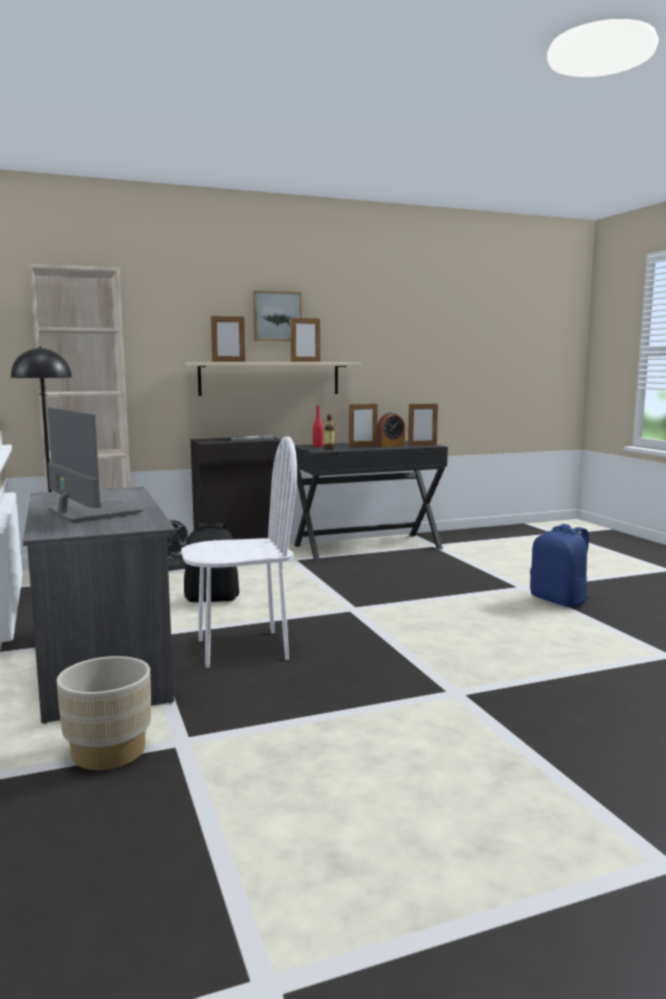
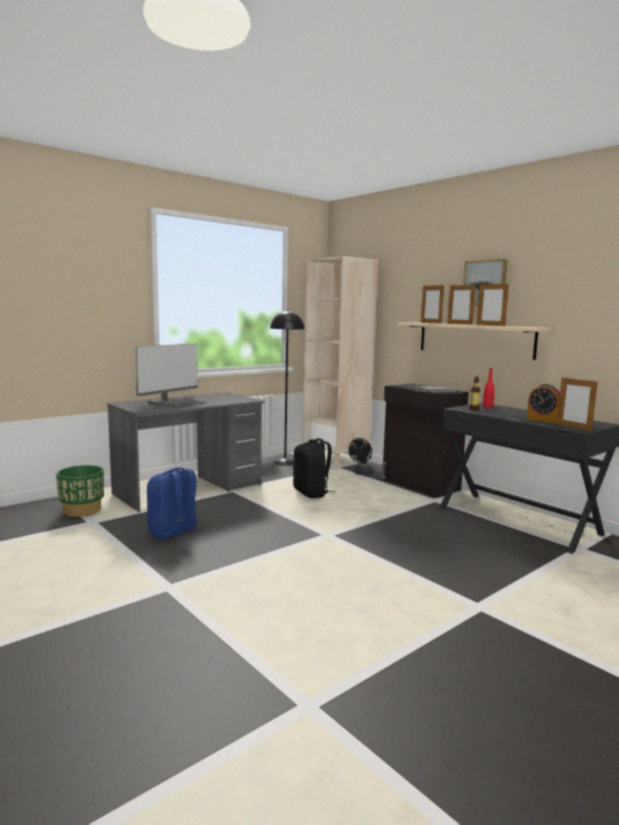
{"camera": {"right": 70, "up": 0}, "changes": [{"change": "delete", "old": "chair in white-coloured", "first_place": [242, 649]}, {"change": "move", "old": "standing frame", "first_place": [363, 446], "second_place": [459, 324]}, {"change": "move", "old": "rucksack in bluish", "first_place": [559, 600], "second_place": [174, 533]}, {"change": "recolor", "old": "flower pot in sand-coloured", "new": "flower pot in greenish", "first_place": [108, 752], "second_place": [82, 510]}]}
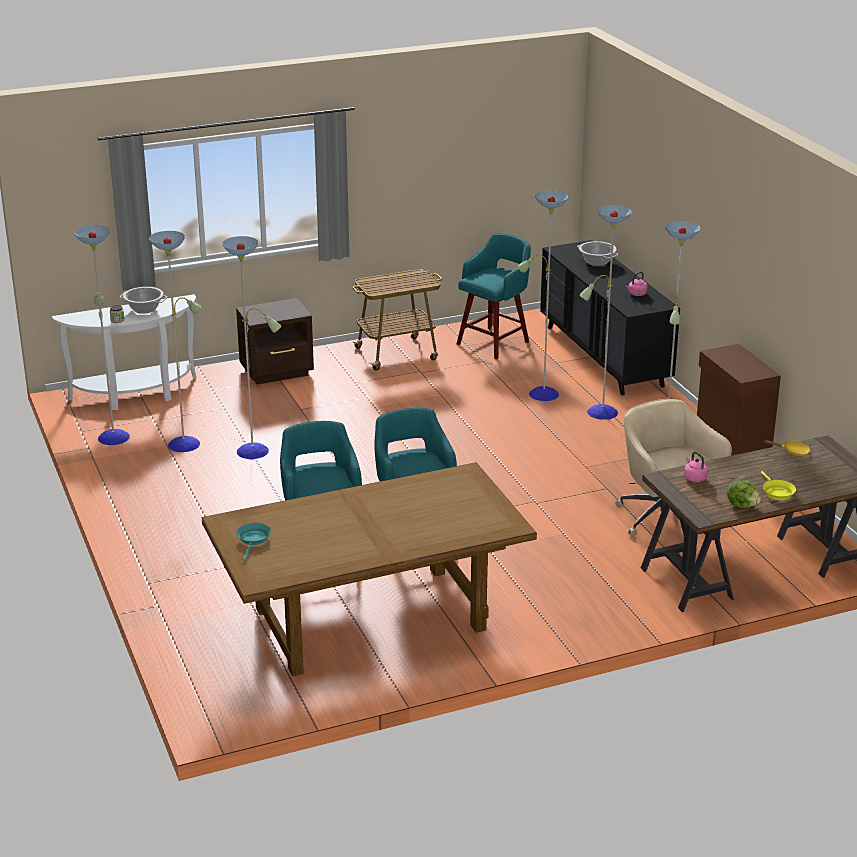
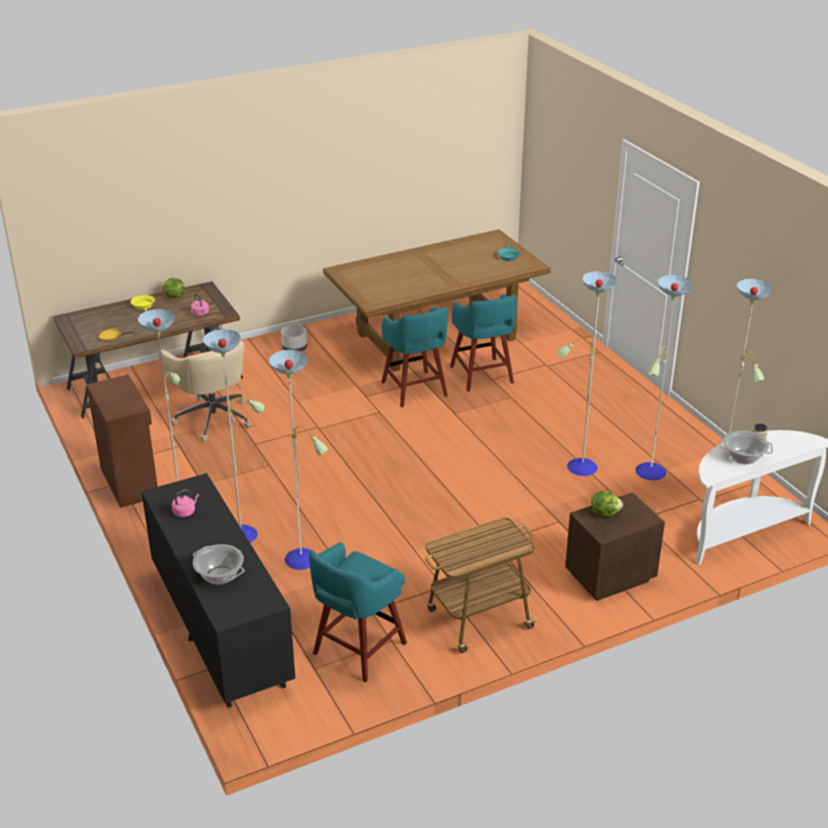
{"camera": {"right": 175, "up": 5}, "changes": [{"change": "insert", "new": "flower pot in grey", "second_place": [294, 348]}, {"change": "insert", "new": "lettuce", "second_place": [604, 513]}]}
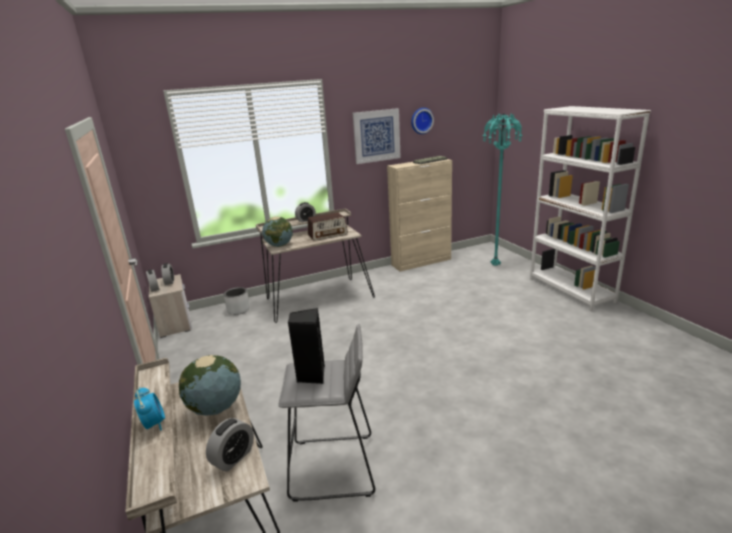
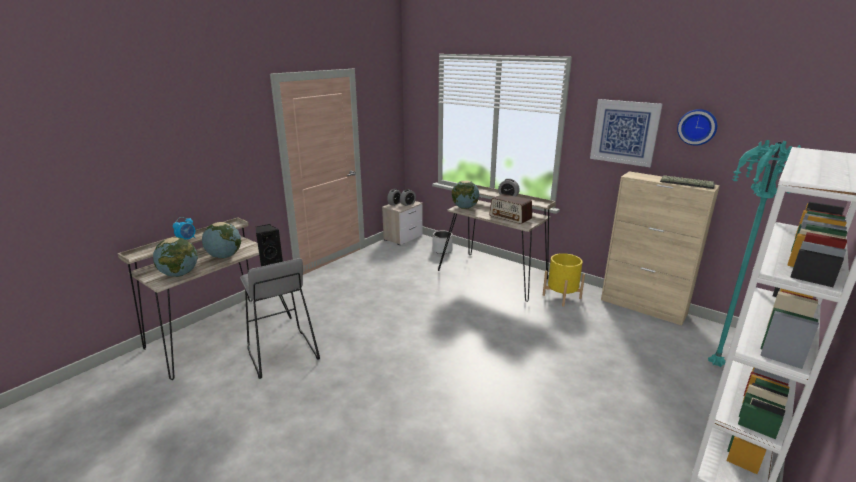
{"camera": {"right": 60, "up": 0}, "changes": [{"change": "insert", "new": "flower pot in yellow", "second_place": [561, 296]}, {"change": "replace", "old": "bedside clock", "new": "desk globe", "first_place": [233, 458], "second_place": [179, 274]}]}
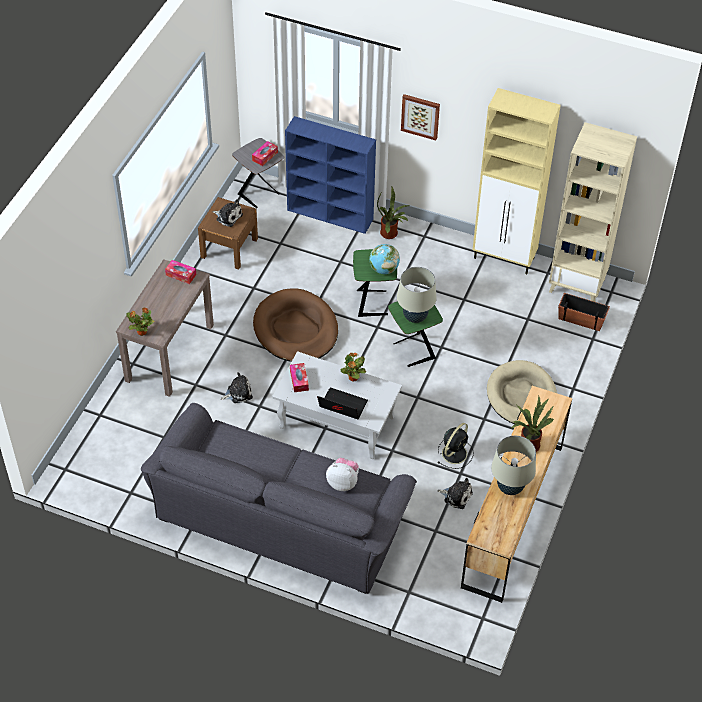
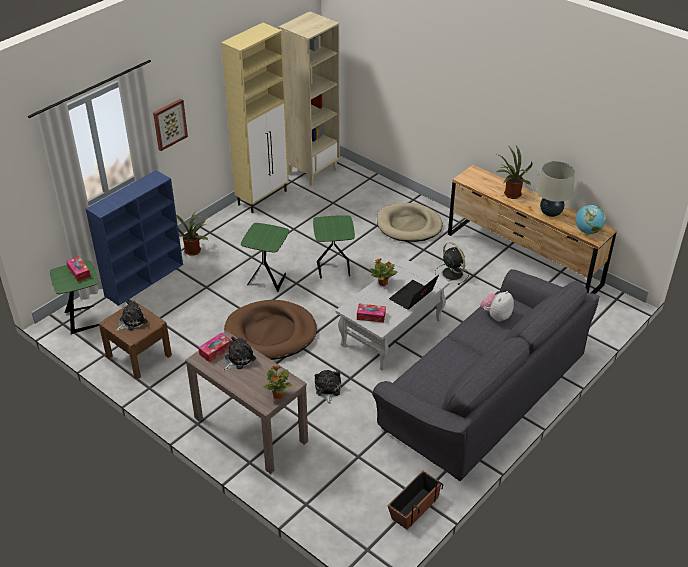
{"camera": {"right": -70, "up": -10}, "changes": [{"change": "delete", "old": "table lamp in sand-coloured", "first_place": [415, 317]}, {"change": "move", "old": "desk globe", "first_place": [384, 269], "second_place": [587, 231]}, {"change": "move", "old": "plush toy", "first_place": [456, 496], "second_place": [238, 359]}, {"change": "move", "old": "flower pot", "first_place": [581, 319], "second_place": [414, 508]}, {"change": "recolor", "old": "side table in grey", "new": "side table in greenish", "first_place": [260, 194], "second_place": [83, 319]}]}
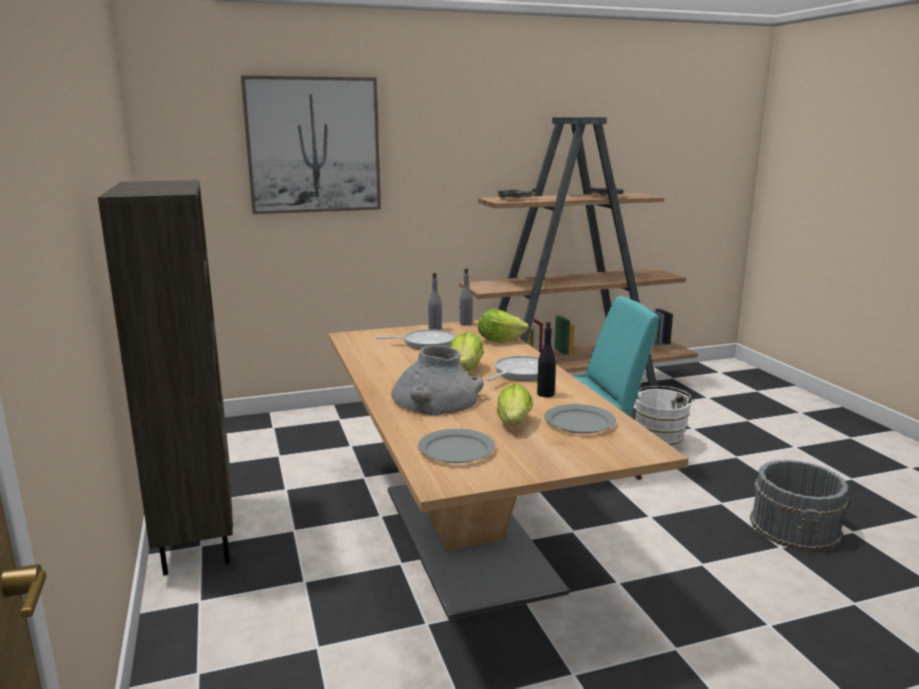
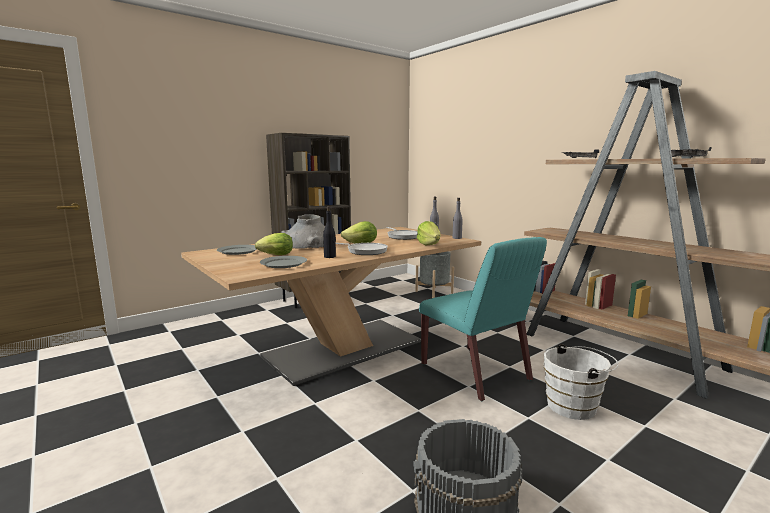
{"camera": {"right": 70, "up": -5}, "changes": [{"change": "delete", "old": "wall picture", "first_place": [313, 145]}, {"change": "insert", "new": "flower pot in grey", "second_place": [434, 292]}]}
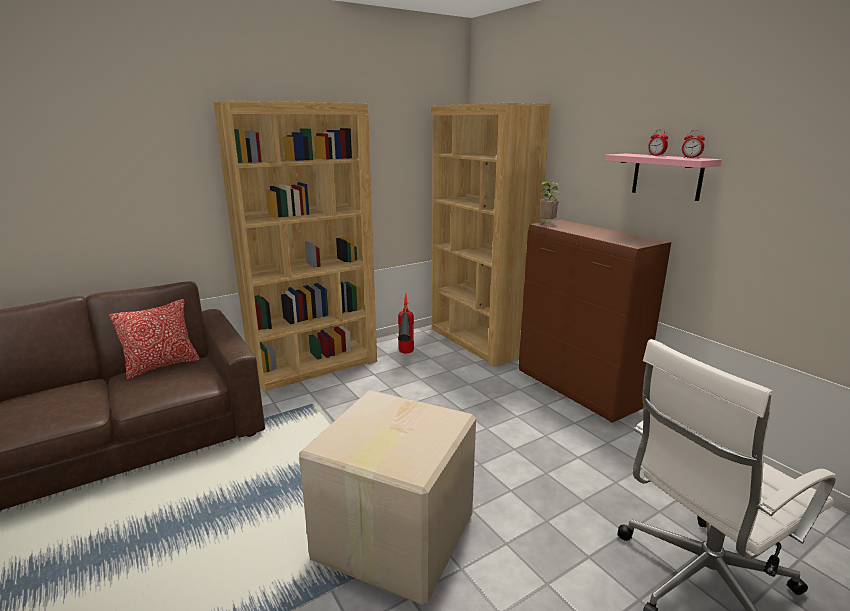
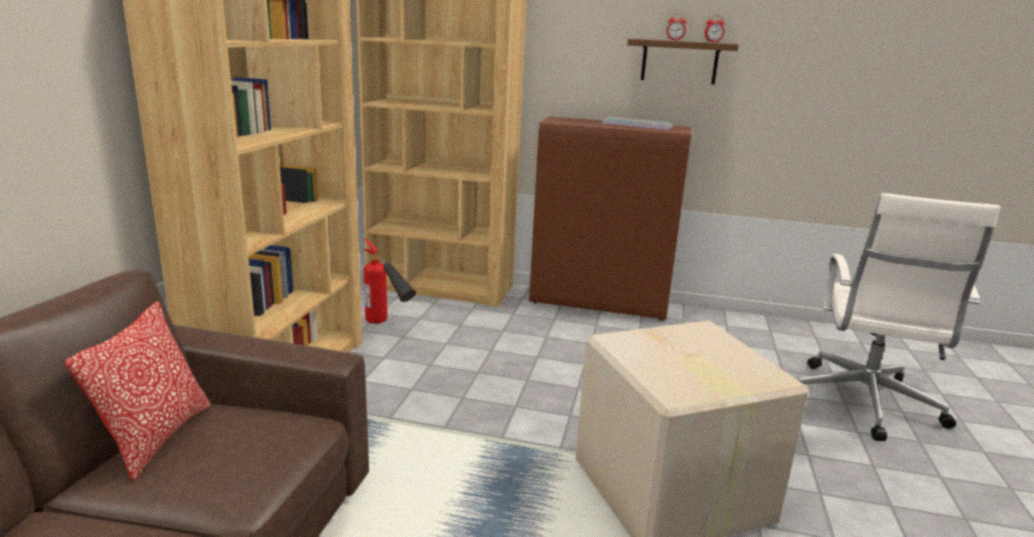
{"camera": {"right": -45, "up": 0}, "changes": [{"change": "delete", "old": "plant in a pot", "first_place": [546, 224]}, {"change": "insert", "new": "keyboard", "second_place": [638, 125]}, {"change": "recolor", "old": "wall shelf in pink-coloured", "new": "wall shelf in brownish", "first_place": [667, 176], "second_place": [679, 61]}]}
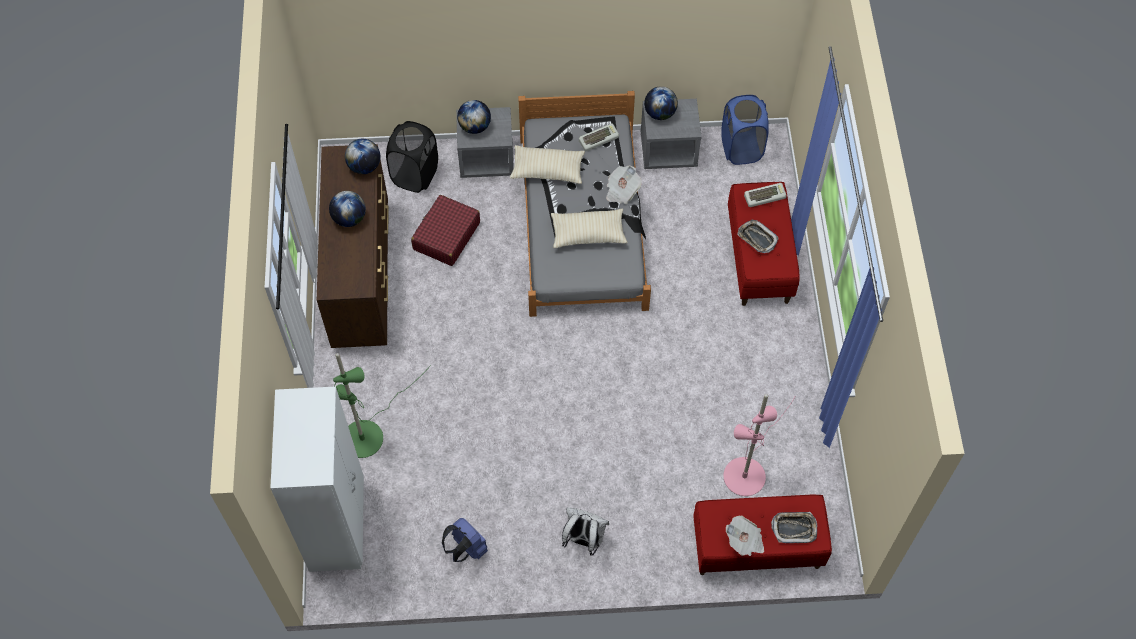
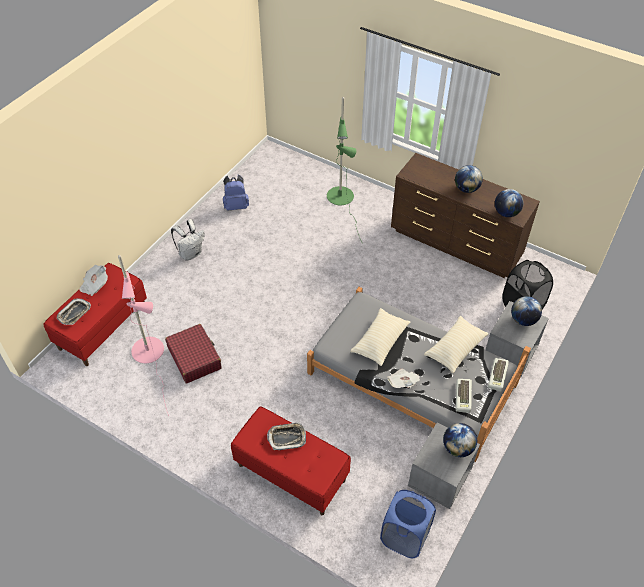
{"camera": {"right": 125, "up": -10}, "changes": [{"change": "delete", "old": "clothes cupboard in white-coloured", "first_place": [338, 524]}, {"change": "move", "old": "suitcase in red-coloured", "first_place": [446, 236], "second_place": [194, 358]}, {"change": "move", "old": "keyboard", "first_place": [764, 196], "second_place": [498, 376]}]}
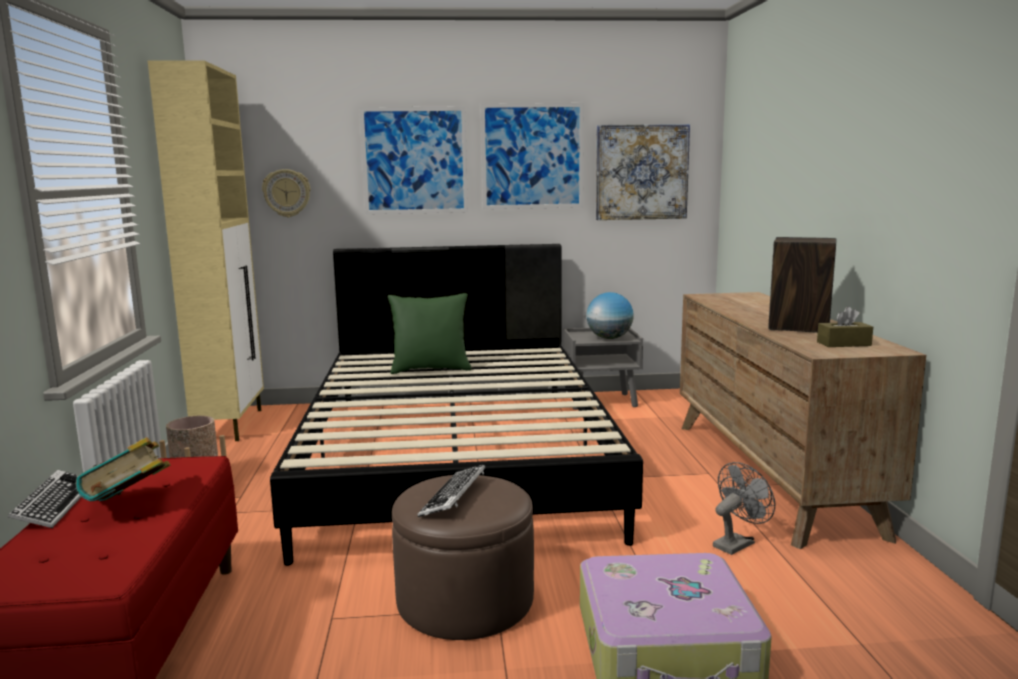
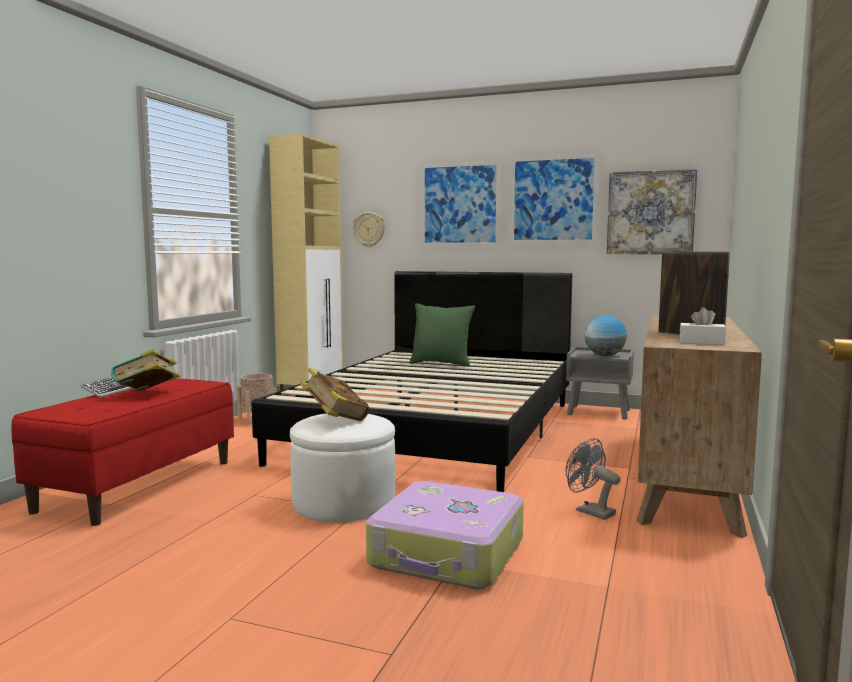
{"camera": {"right": 25, "up": -5}, "changes": [{"change": "replace", "old": "keyboard", "new": "book", "first_place": [454, 497], "second_place": [335, 420]}, {"change": "recolor", "old": "ottoman in brownish", "new": "ottoman in white-coloured", "first_place": [465, 600], "second_place": [344, 502]}, {"change": "recolor", "old": "tissue box in brownish", "new": "tissue box in white-coloured", "first_place": [843, 344], "second_place": [701, 342]}, {"change": "rotate", "old": "fan in grey", "first_place": [737, 543], "second_place": [589, 511], "degrees": -120}]}
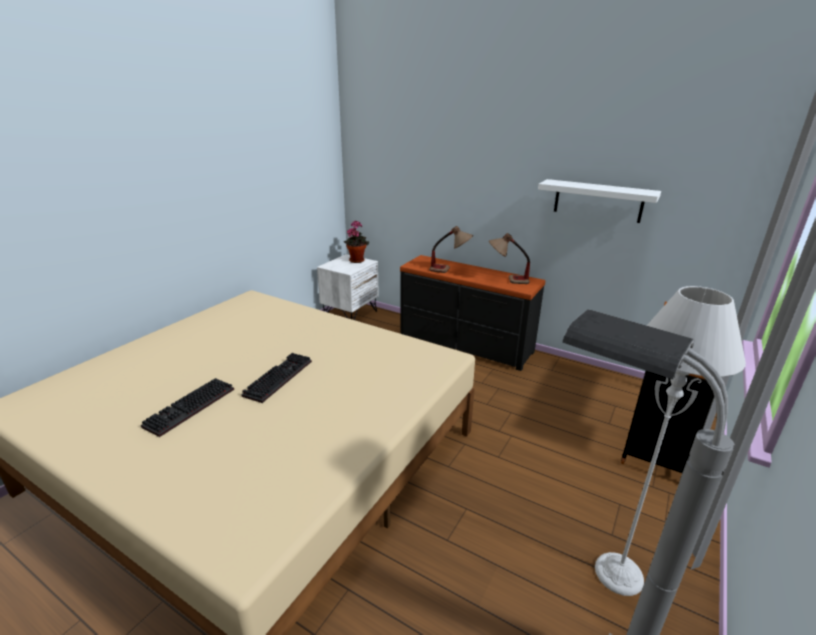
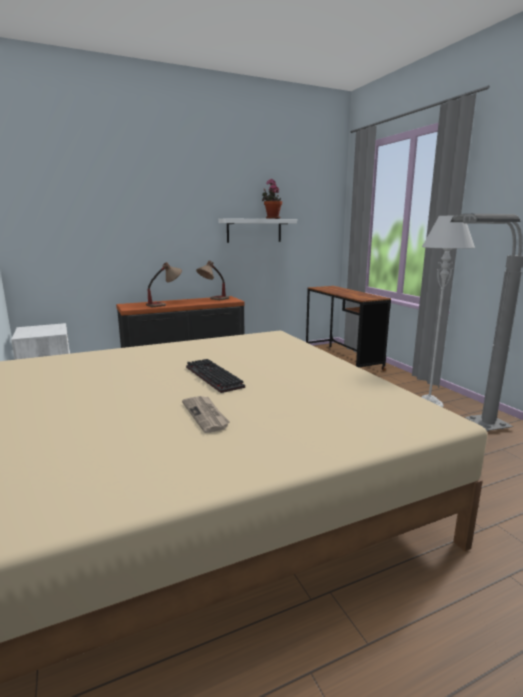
{"camera": {"right": -55, "up": -10}, "changes": [{"change": "move", "old": "plant in a pot", "first_place": [357, 260], "second_place": [271, 218]}, {"change": "replace", "old": "keyboard", "new": "daily paper", "first_place": [190, 409], "second_place": [206, 415]}]}
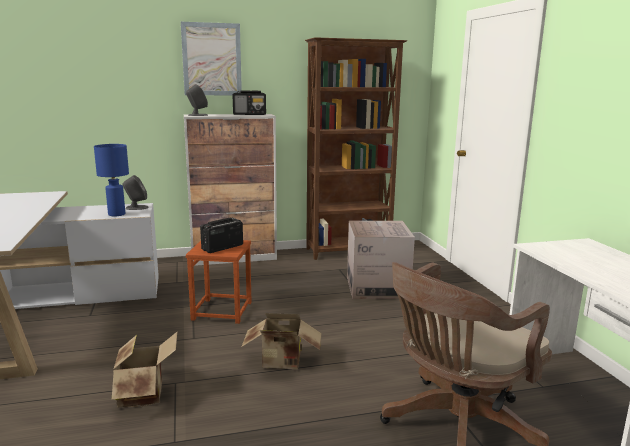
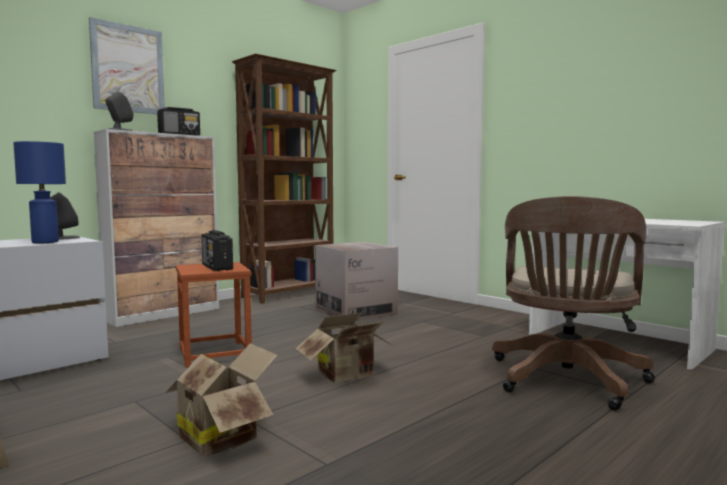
{"camera": {"right": -30, "up": -10}, "changes": [{"change": "rotate", "old": "radio", "first_place": [222, 247], "second_place": [217, 267], "degrees": -45}]}
